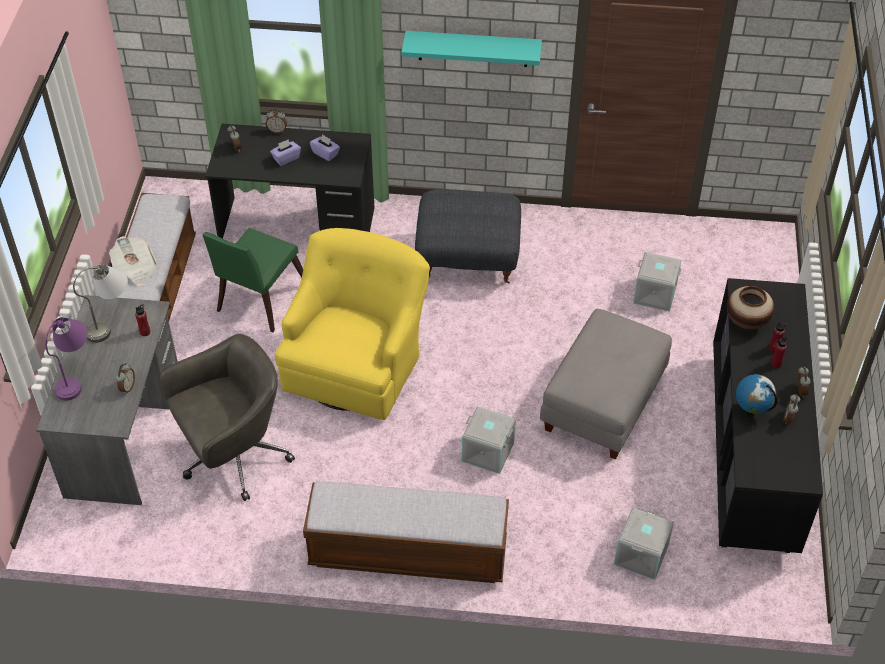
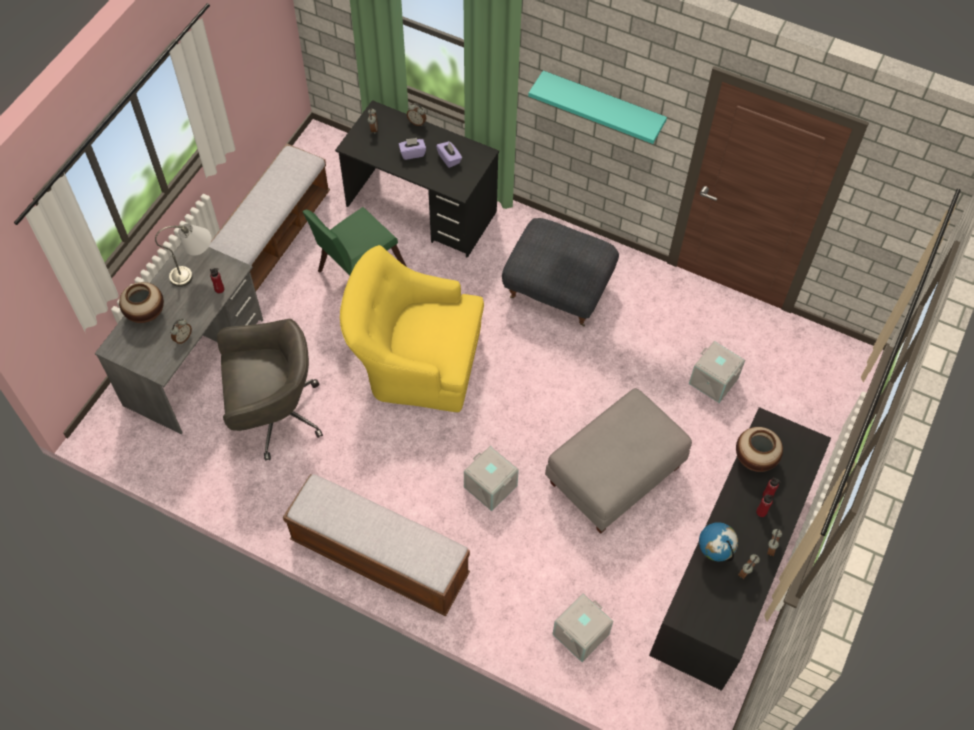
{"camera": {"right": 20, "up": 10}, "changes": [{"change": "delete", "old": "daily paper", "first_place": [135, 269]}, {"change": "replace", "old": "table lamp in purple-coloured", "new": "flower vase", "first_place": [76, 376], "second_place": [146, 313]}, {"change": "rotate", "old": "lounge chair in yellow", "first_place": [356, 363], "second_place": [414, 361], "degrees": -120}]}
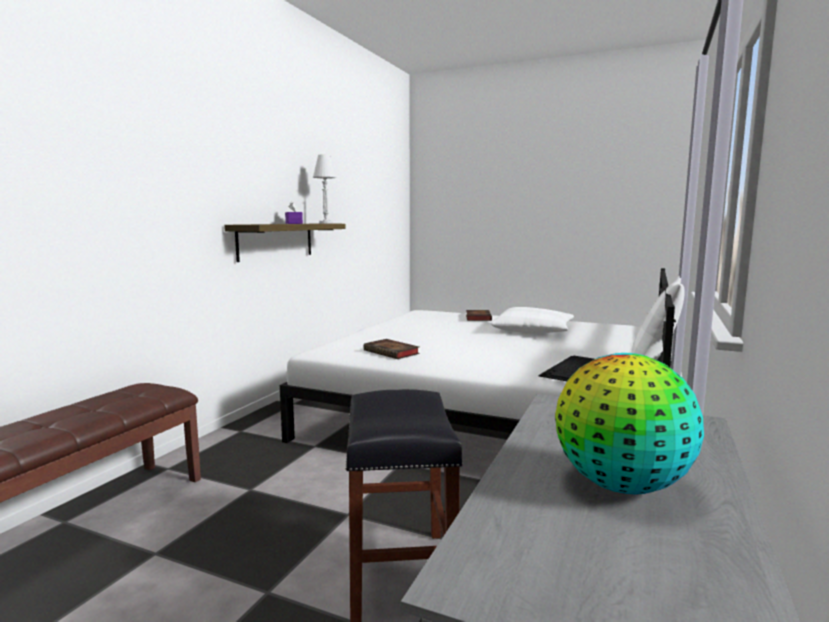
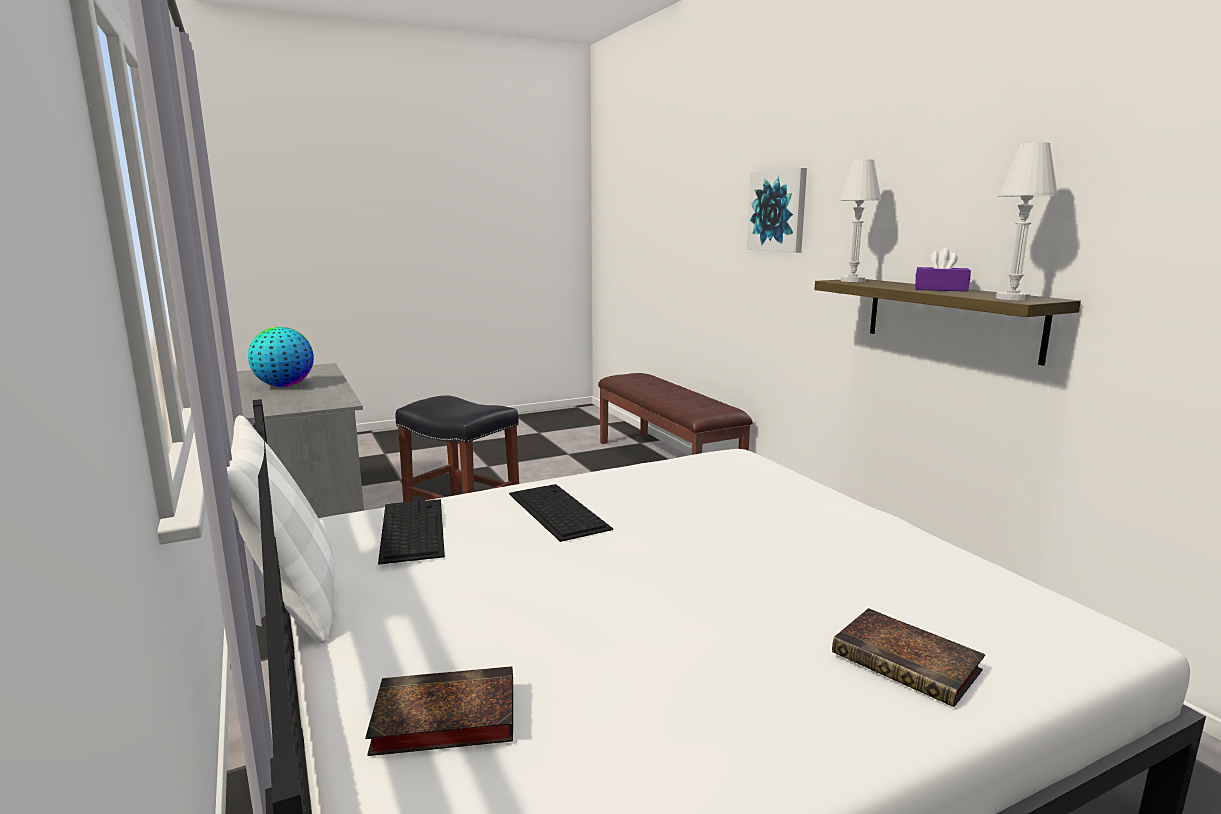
{"camera": {"right": 130, "up": 5}, "changes": [{"change": "delete", "old": "cushion in white-coloured", "first_place": [533, 331]}, {"change": "insert", "new": "keyboard", "second_place": [556, 510]}, {"change": "insert", "new": "wall picture", "second_place": [777, 211]}, {"change": "insert", "new": "table lamp in white-coloured", "second_place": [852, 281]}, {"change": "move", "old": "book", "first_place": [392, 352], "second_place": [441, 719]}]}
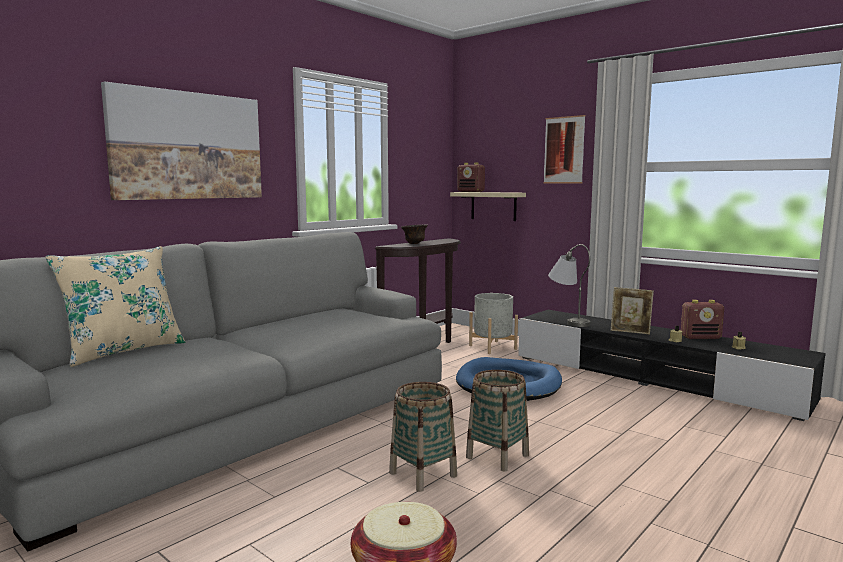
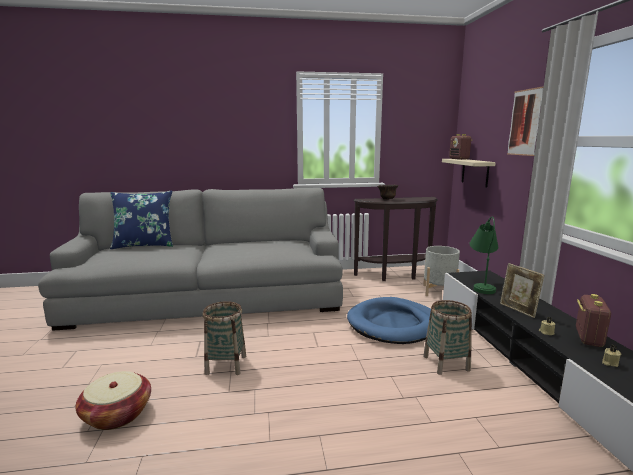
{"camera": {"right": 40, "up": 5}, "changes": [{"change": "delete", "old": "wall picture", "first_place": [187, 146]}, {"change": "move", "old": "household basket", "first_place": [497, 456], "second_place": [446, 363]}, {"change": "recolor", "old": "cushion in sand-coloured", "new": "cushion in bluish", "first_place": [123, 351], "second_place": [144, 245]}, {"change": "recolor", "old": "table lamp in grey", "new": "table lamp in greenish", "first_place": [568, 321], "second_place": [482, 285]}, {"change": "rotate", "old": "radio", "first_place": [701, 337], "second_place": [588, 338], "degrees": -105}]}
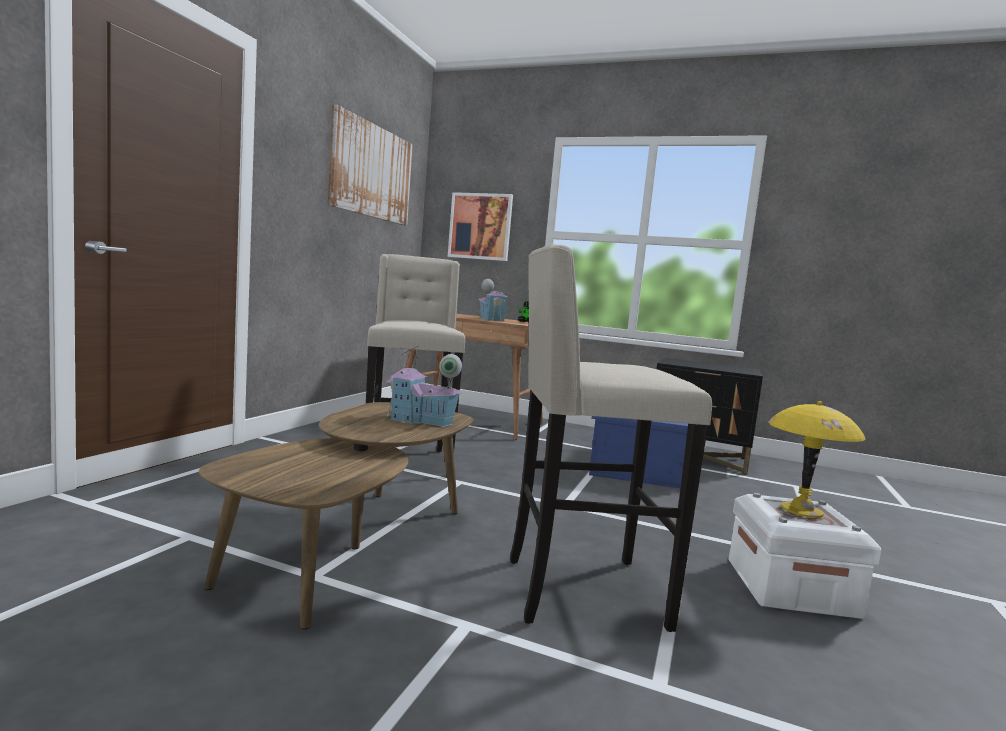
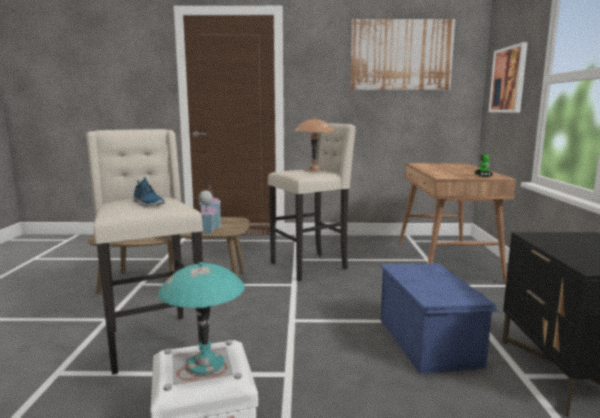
{"camera": {"right": 70, "up": 5}, "changes": [{"change": "delete", "old": "model house", "first_place": [490, 319]}, {"change": "insert", "new": "shoe", "second_place": [147, 203]}, {"change": "insert", "new": "table lamp in brownish", "second_place": [314, 170]}, {"change": "recolor", "old": "table lamp in yellow", "new": "table lamp in turquoise-coloured", "first_place": [802, 510], "second_place": [205, 363]}]}
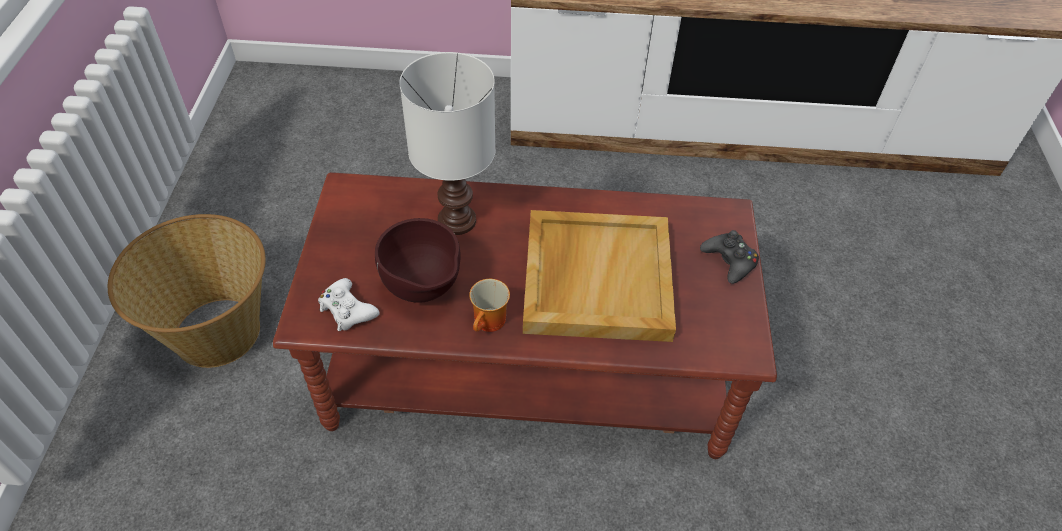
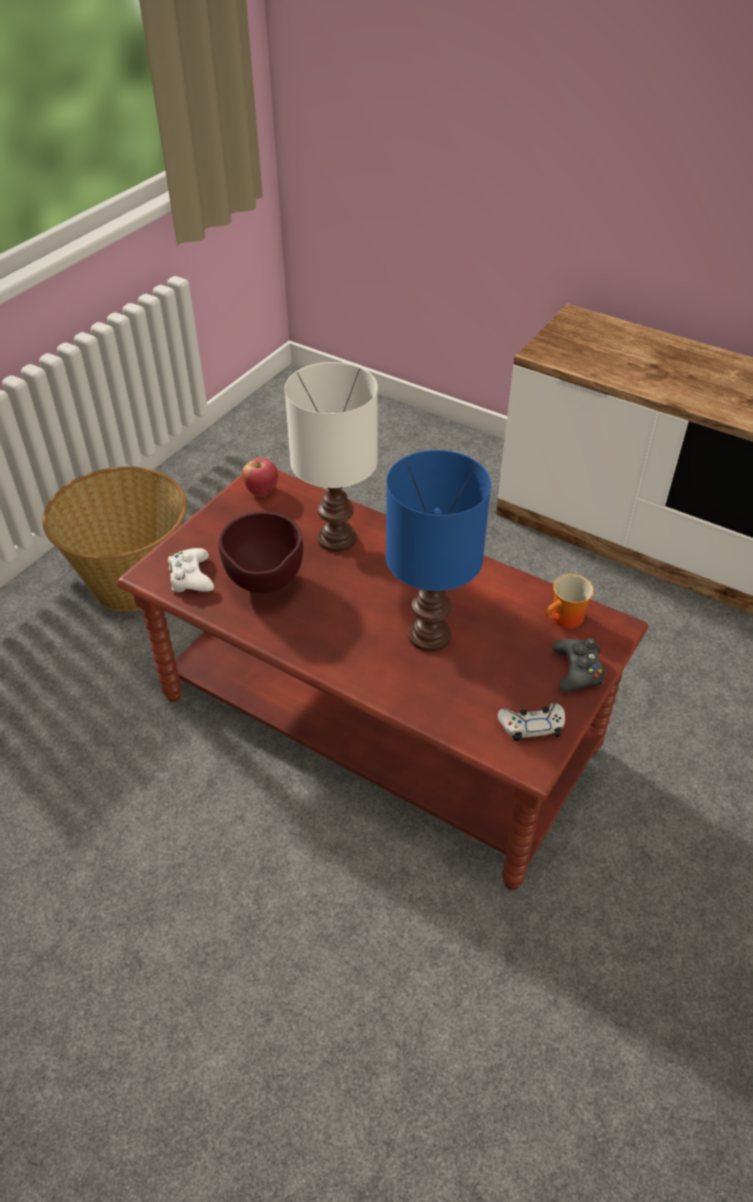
{"camera": {"right": 30, "up": -5}, "changes": [{"change": "insert", "new": "apple fruit", "second_place": [262, 491]}, {"change": "insert", "new": "gamepad in white-coloured", "second_place": [531, 726]}, {"change": "move", "old": "mug", "first_place": [490, 323], "second_place": [566, 621]}, {"change": "replace", "old": "serving tray in sand-coloured", "new": "table lamp in bluish", "first_place": [596, 277], "second_place": [429, 634]}]}
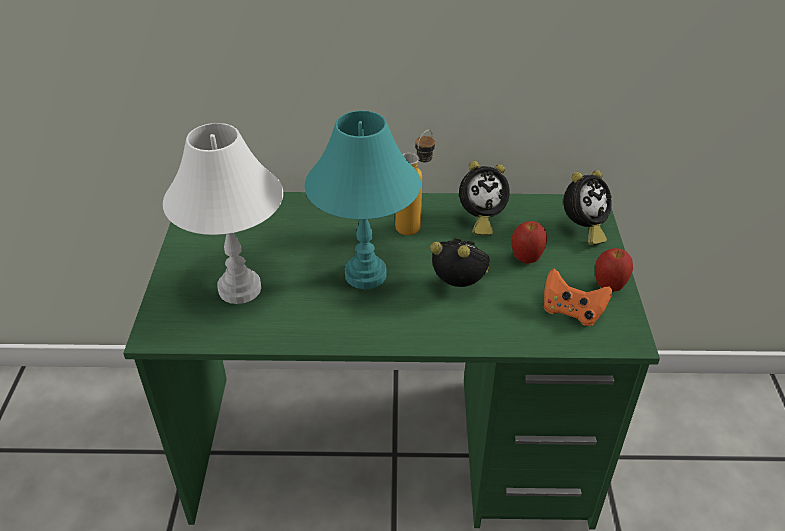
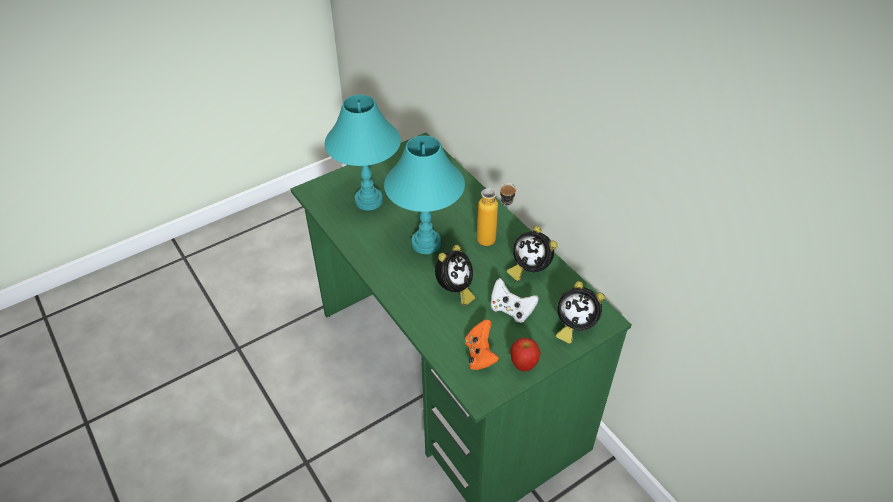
{"camera": {"right": 55, "up": 5}, "changes": [{"change": "replace", "old": "apple fruit", "new": "gamepad in white-coloured", "first_place": [526, 259], "second_place": [511, 310]}, {"change": "recolor", "old": "table lamp in white-coloured", "new": "table lamp in turquoise-coloured", "first_place": [239, 289], "second_place": [368, 200]}, {"change": "rotate", "old": "bedside clock", "first_place": [461, 286], "second_place": [454, 290], "degrees": 45}]}
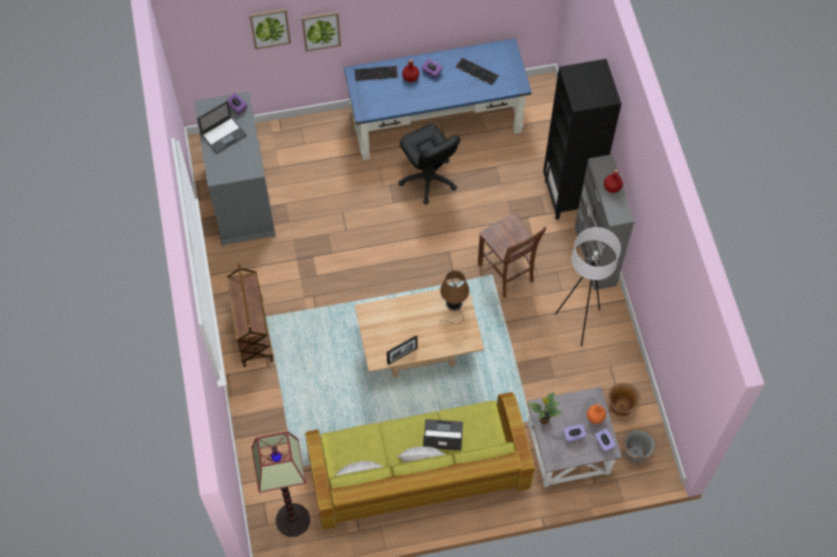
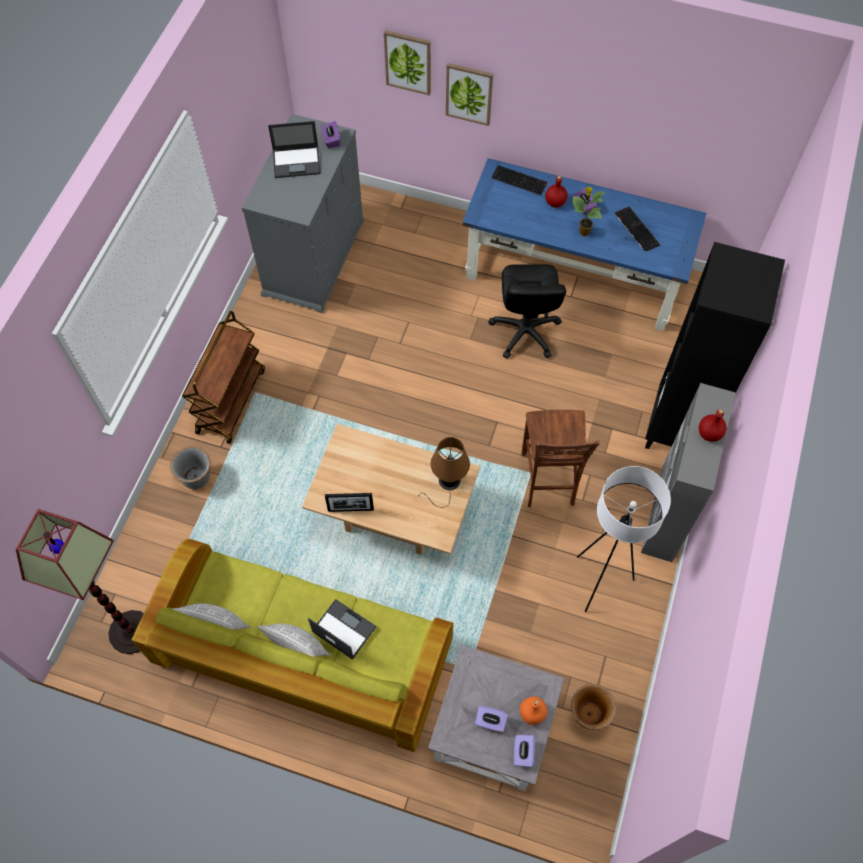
{"camera": {"right": 30, "up": 0}, "changes": [{"change": "move", "old": "plant in a pot", "first_place": [543, 420], "second_place": [583, 232]}, {"change": "move", "old": "flower pot in grey", "first_place": [635, 453], "second_place": [196, 478]}]}
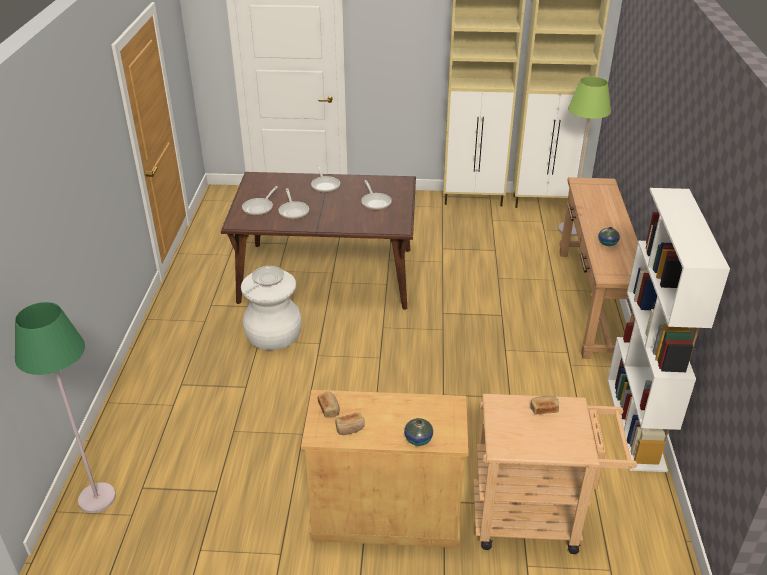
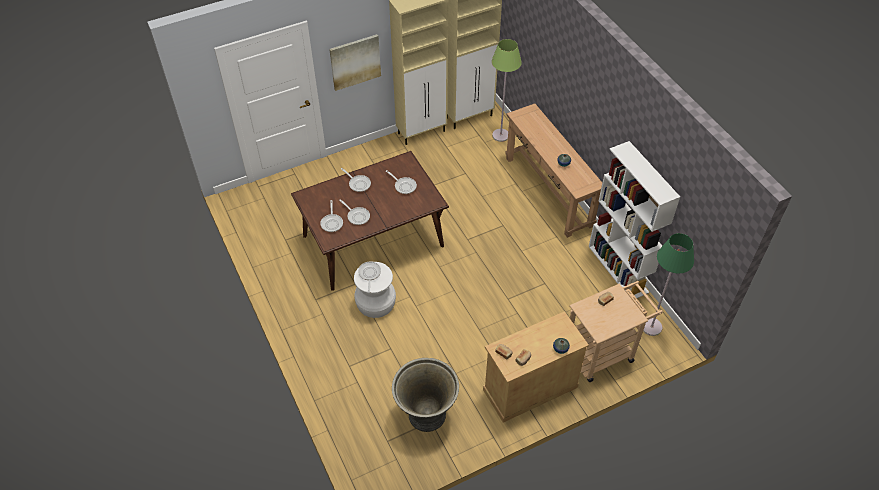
{"camera": {"right": -30, "up": 15}, "changes": [{"change": "insert", "new": "wall picture", "second_place": [355, 62]}, {"change": "insert", "new": "flower pot in grey", "second_place": [426, 415]}, {"change": "move", "old": "standing lamp in greenish", "first_place": [97, 498], "second_place": [651, 327]}]}
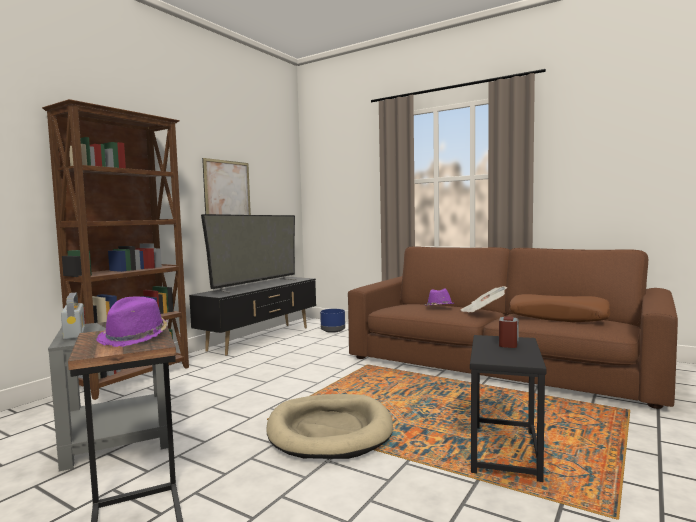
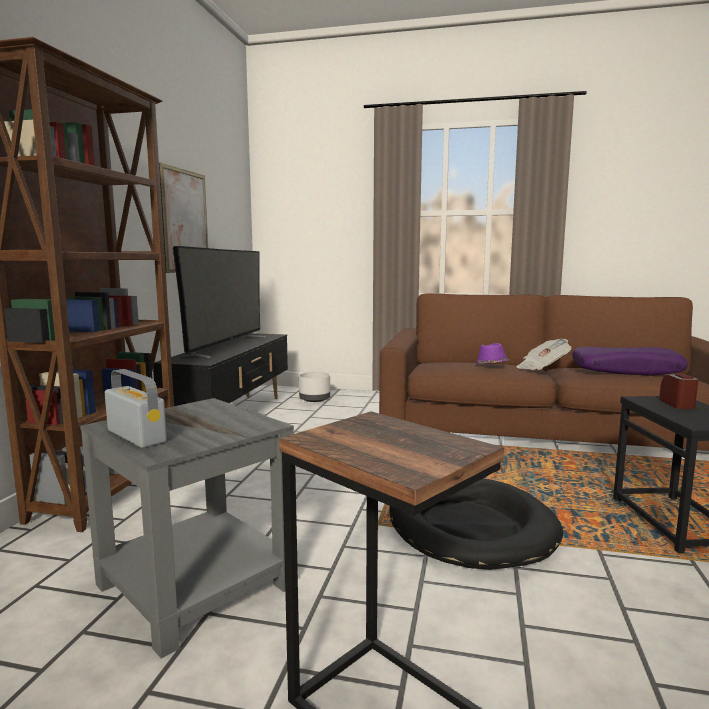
{"camera": {"right": -20, "up": 5}, "changes": [{"change": "delete", "old": "hat in purple-coloured", "first_place": [135, 338]}, {"change": "recolor", "old": "pet bed in sand-coloured", "new": "pet bed in black-coloured", "first_place": [329, 430], "second_place": [470, 528]}, {"change": "recolor", "old": "flower pot in bluish", "new": "flower pot in white-coloured", "first_place": [333, 330], "second_place": [314, 399]}, {"change": "recolor", "old": "cushion in brownish", "new": "cushion in purple-coloured", "first_place": [558, 317], "second_place": [626, 371]}]}
